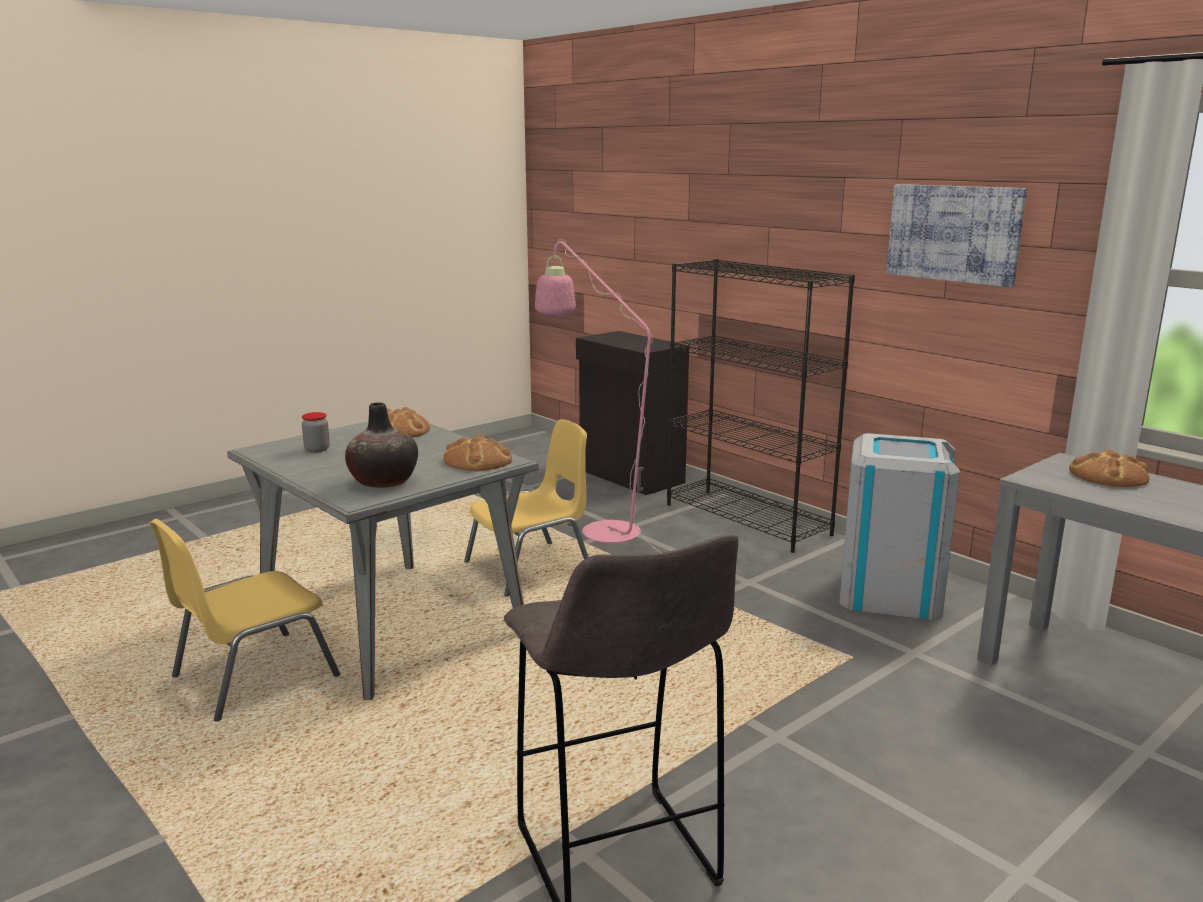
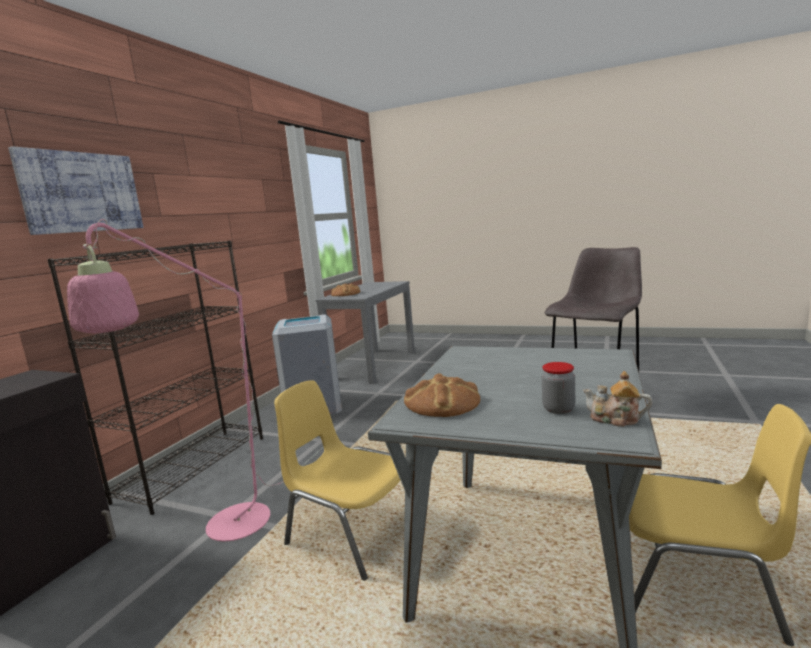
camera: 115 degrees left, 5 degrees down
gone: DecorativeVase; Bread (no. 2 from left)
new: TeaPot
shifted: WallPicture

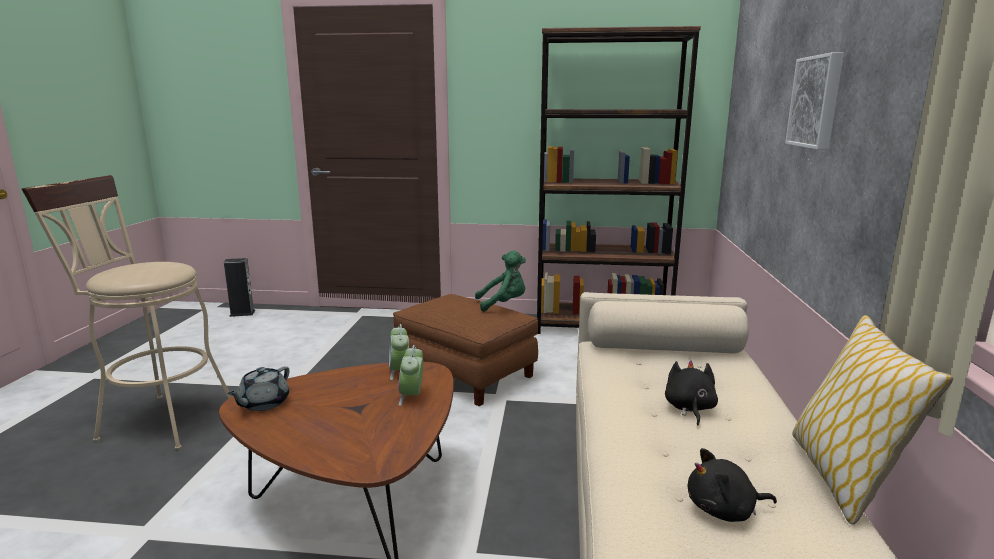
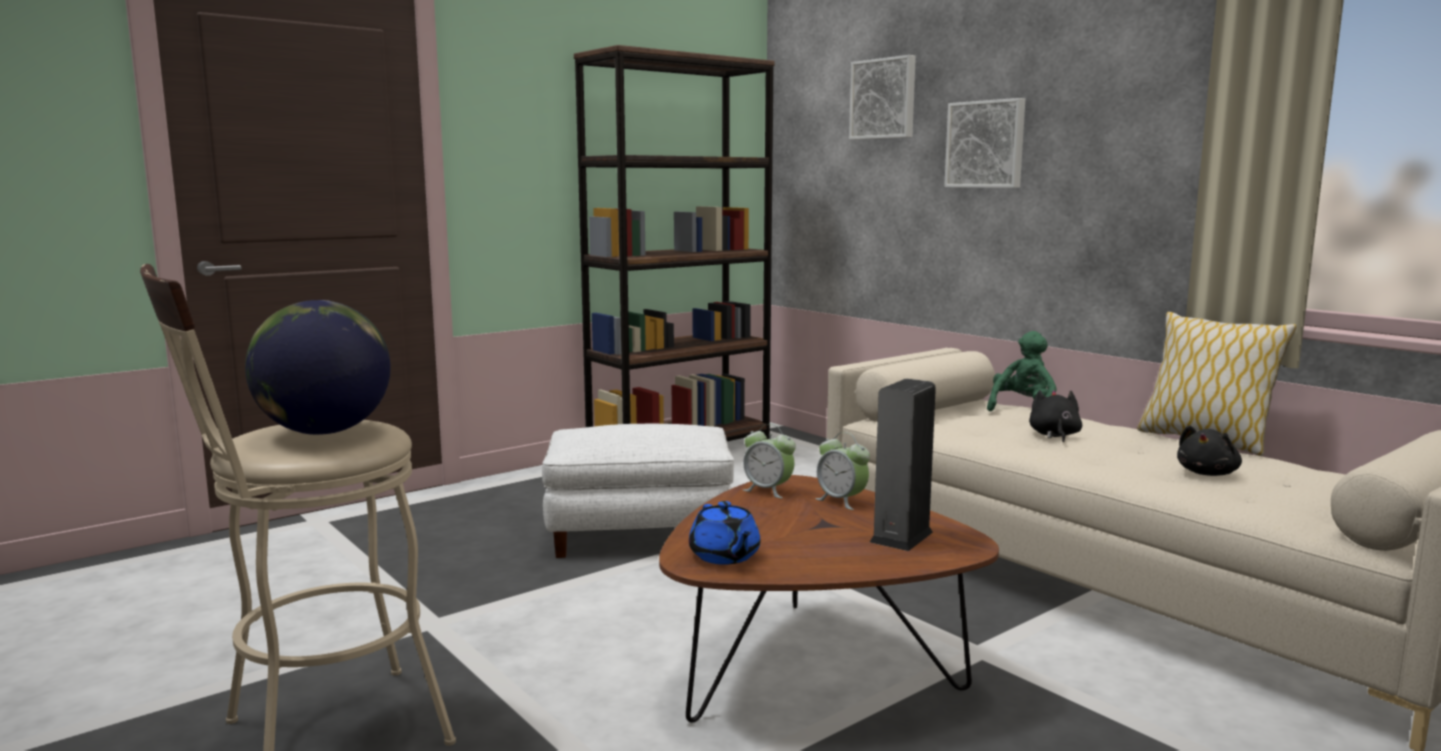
camera: 45 degrees left, 5 degrees down
new: Globe; WallPicture (no. 1 from left)
shifted: Speaker; GreenCuddlyToy
repainted: GreyTeaPot to BlueTeaPot; BrownColouredFootrest to WhiteFootrest
rotated: BlackCuddlyToy (no. 1 from left) 45 degrees clockwise

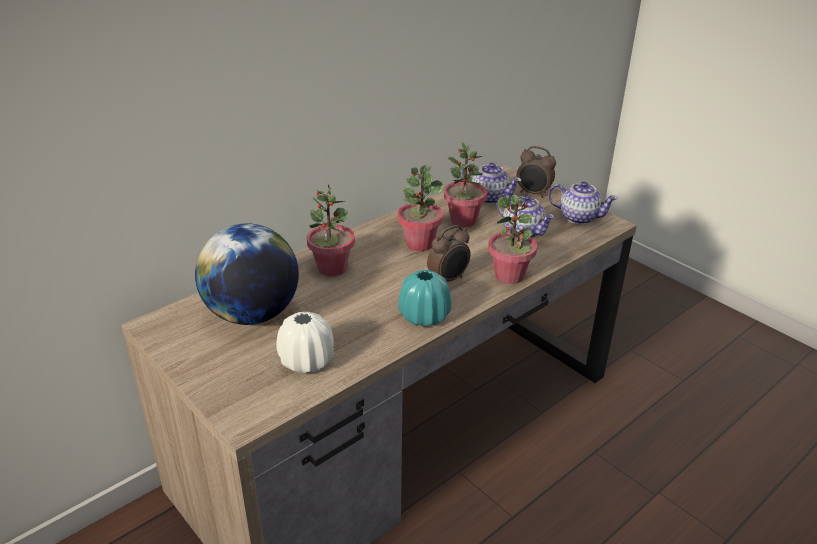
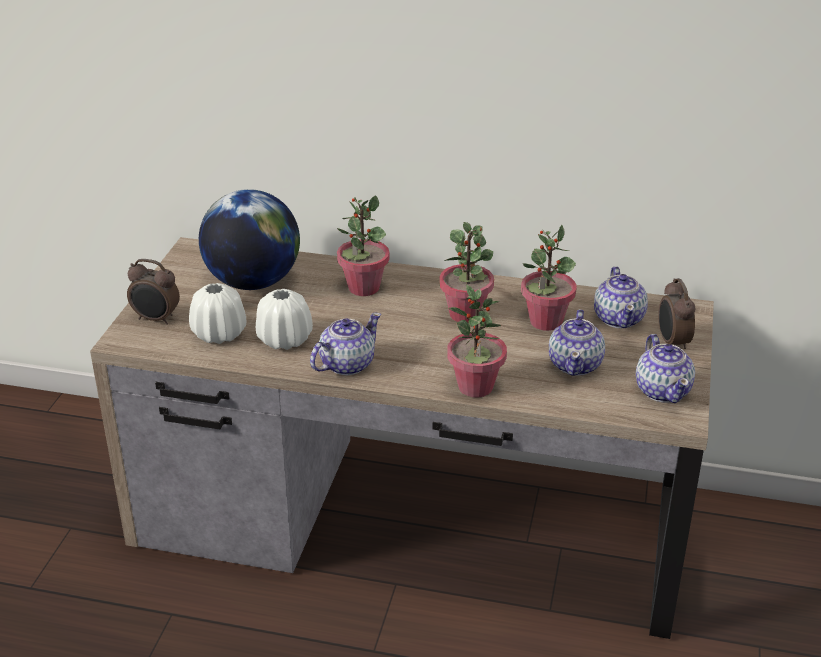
camera: 55 degrees right, 0 degrees up
new: WhiteDecorativeVase (no. 2 from left)
shifted: AlarmClock (no. 1 from left)
swapped: TurquoiseDecorativeVase to TeaPot (no. 1 from left)

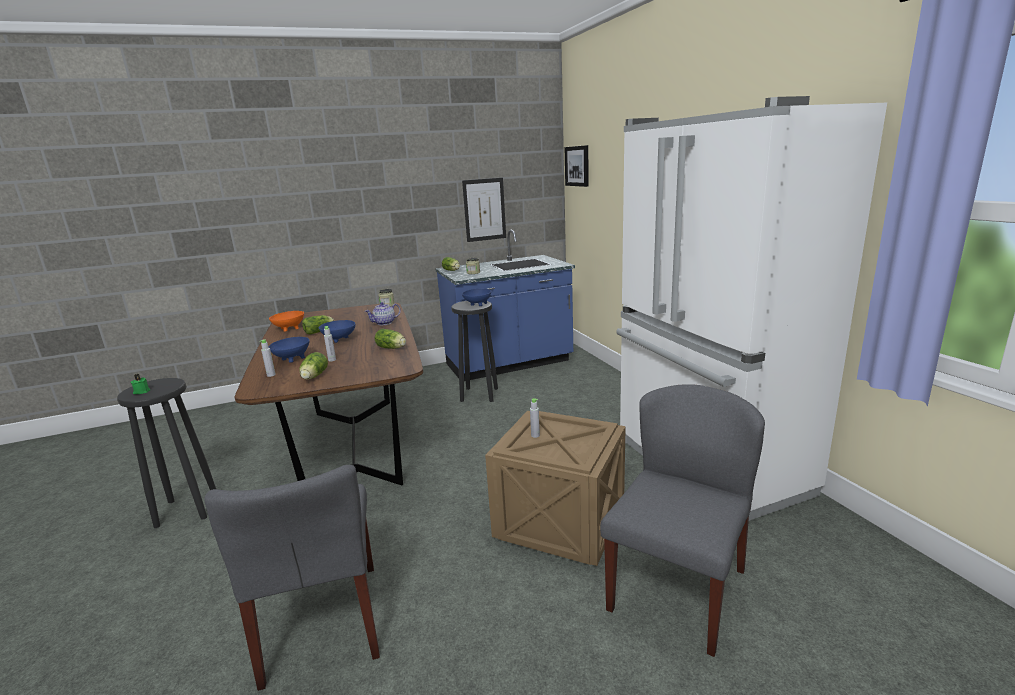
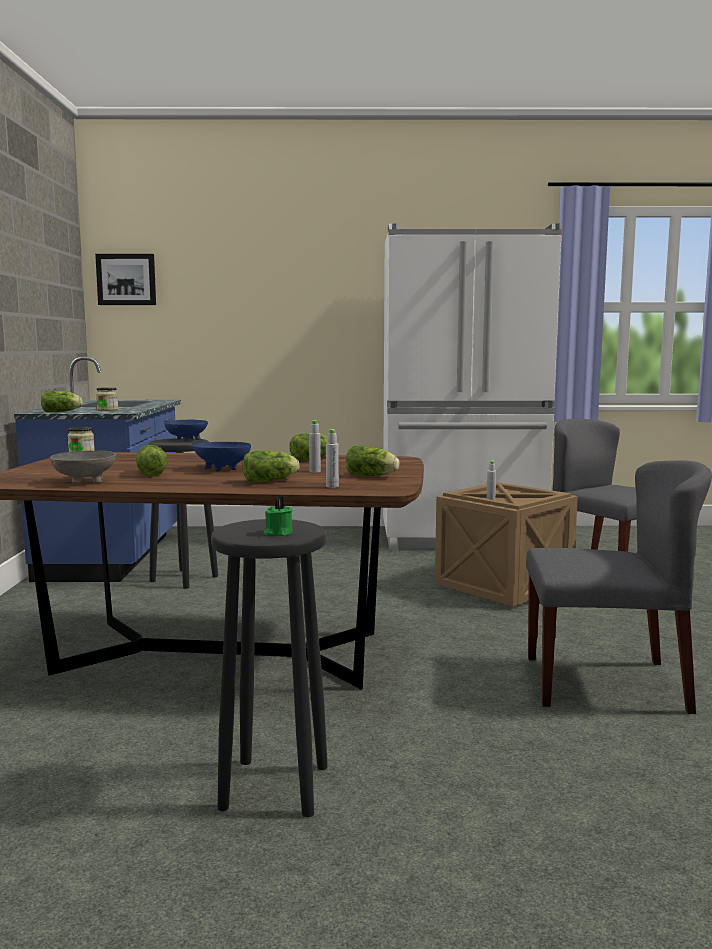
camera: 70 degrees left, 10 degrees down
gone: TeaPot; WallPicture (no. 1 from left)
swapped: BlueBowl (no. 1 from left) to LettuceHead (no. 3 from left)
repainted: OrangeColouredBowl to GreyBowl

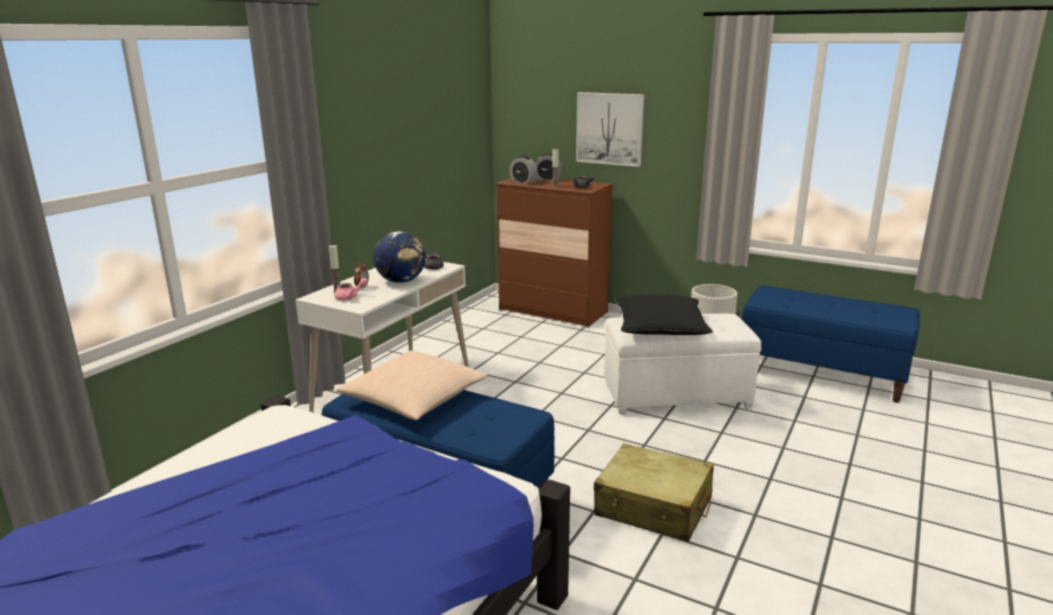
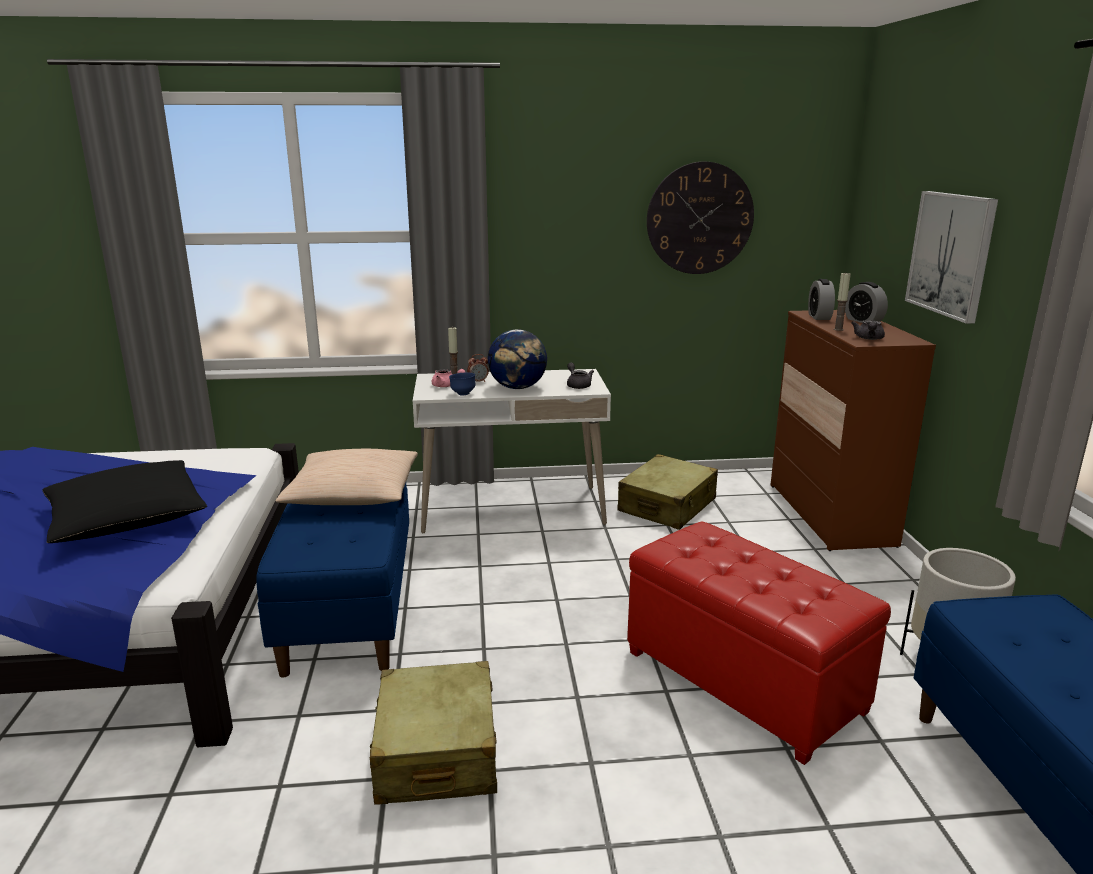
camera: 55 degrees right, 0 degrees up
new: BlueBowl; SandColouredSuitcase (no. 2 from left); WallClock
shifted: BlackThrowPillow
repainted: WhiteFootrest to RedFootrest

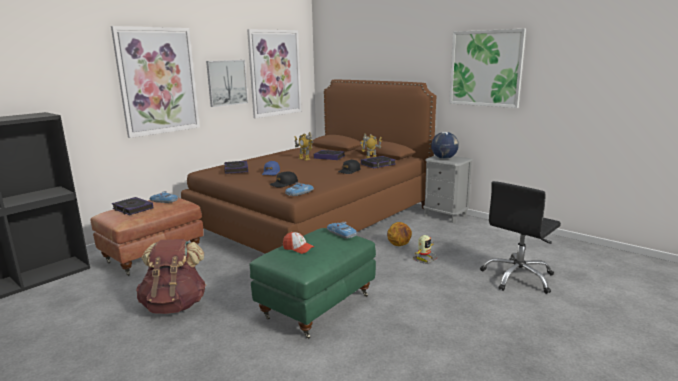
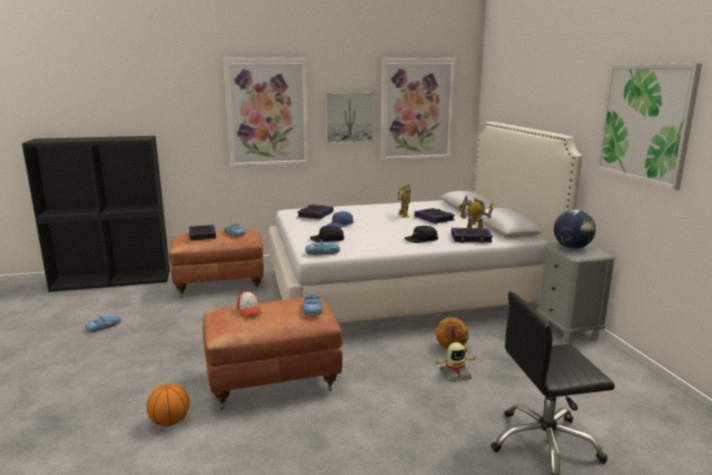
camera: 35 degrees right, 0 degrees up
gone: BrownColouredBackpack
new: MiniatureCar (no. 1 from left); BasketballBall (no. 1 from left)
repainted: BrownColouredSleepingBed to WhiteSleepingBed; GreenFootrest to BrownColouredFootrest (no. 2 from left)

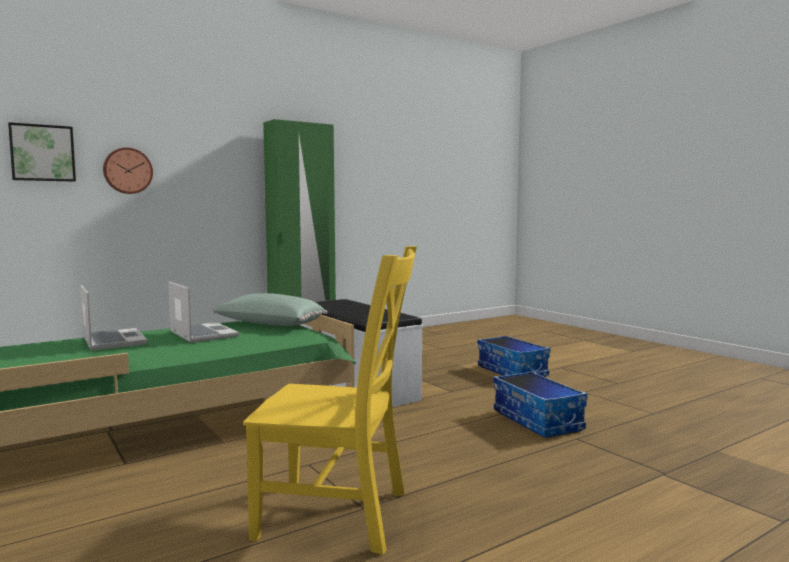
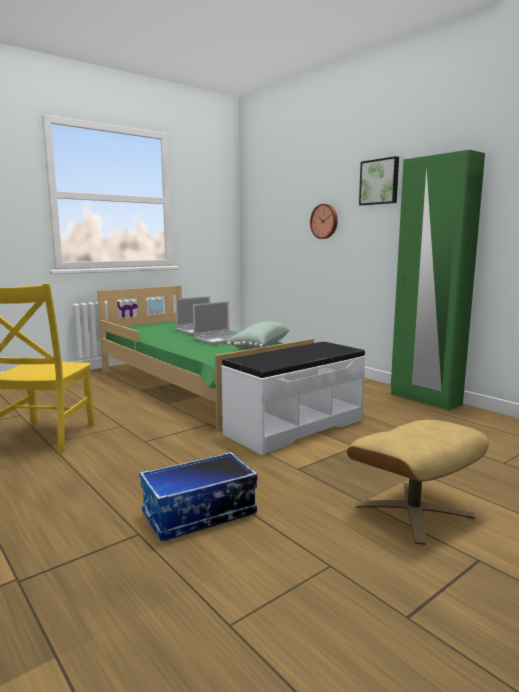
camera: 85 degrees right, 5 degrees up
shifted: WallPicture
swapped: StorageBin (no. 1 from left) to SandColouredFootrest

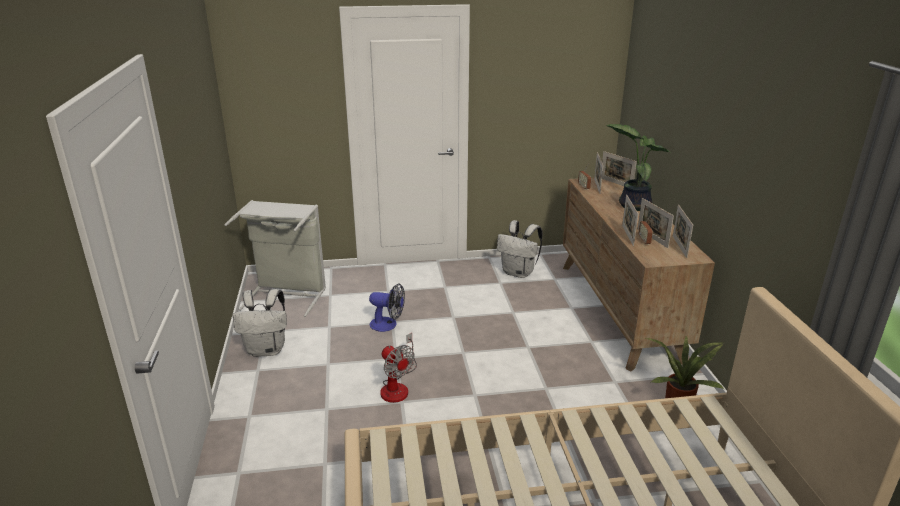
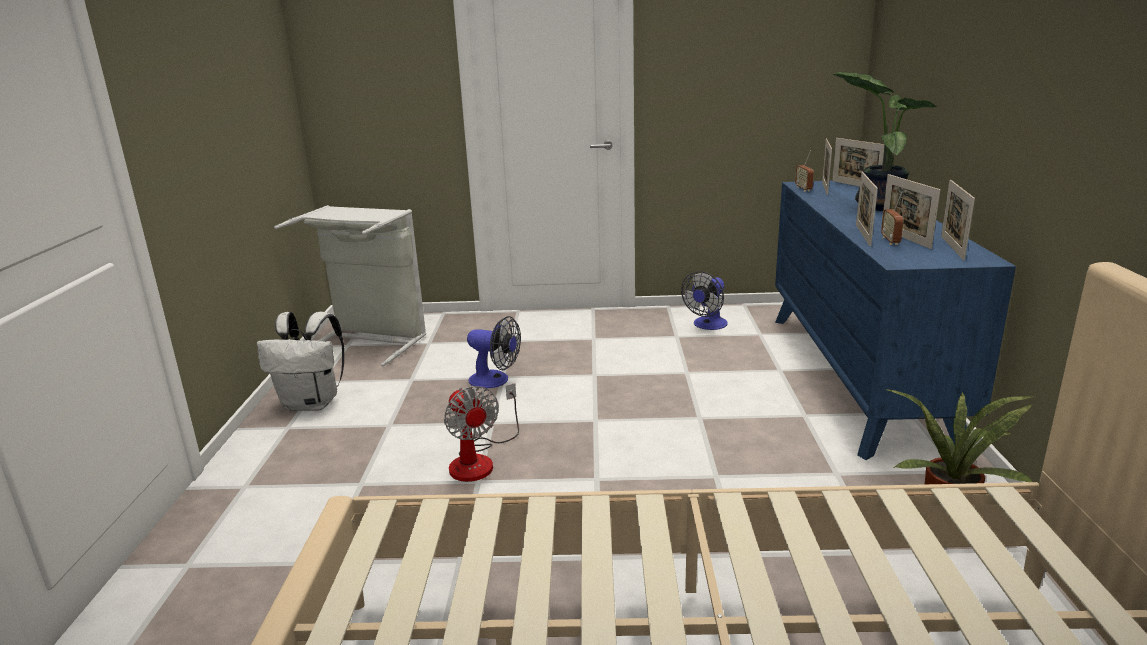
camera: 10 degrees right, 5 degrees down
swapped: WhiteBackpack (no. 2 from left) to CoolingFan (no. 3 from left)
repainted: BrownColouredDrawerChest to BlueDrawerChest

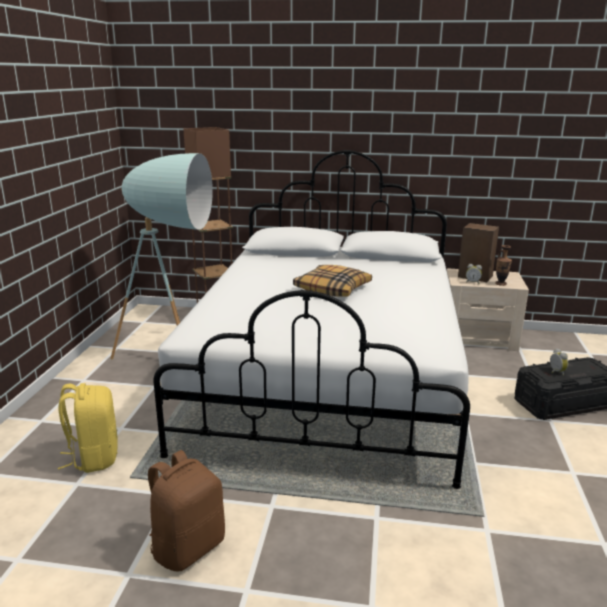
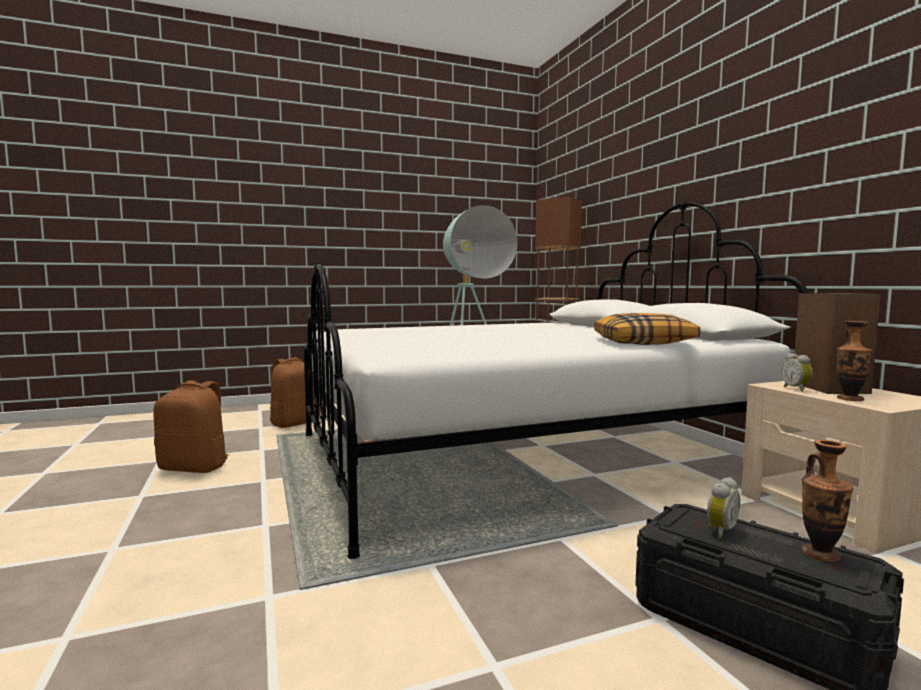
camera: 60 degrees right, 15 degrees down
new: DecorativeVase (no. 1 from left)
shifted: ThrowPillow
repainted: YellowBackpack to BrownColouredBackpack (no. 2 from left)

